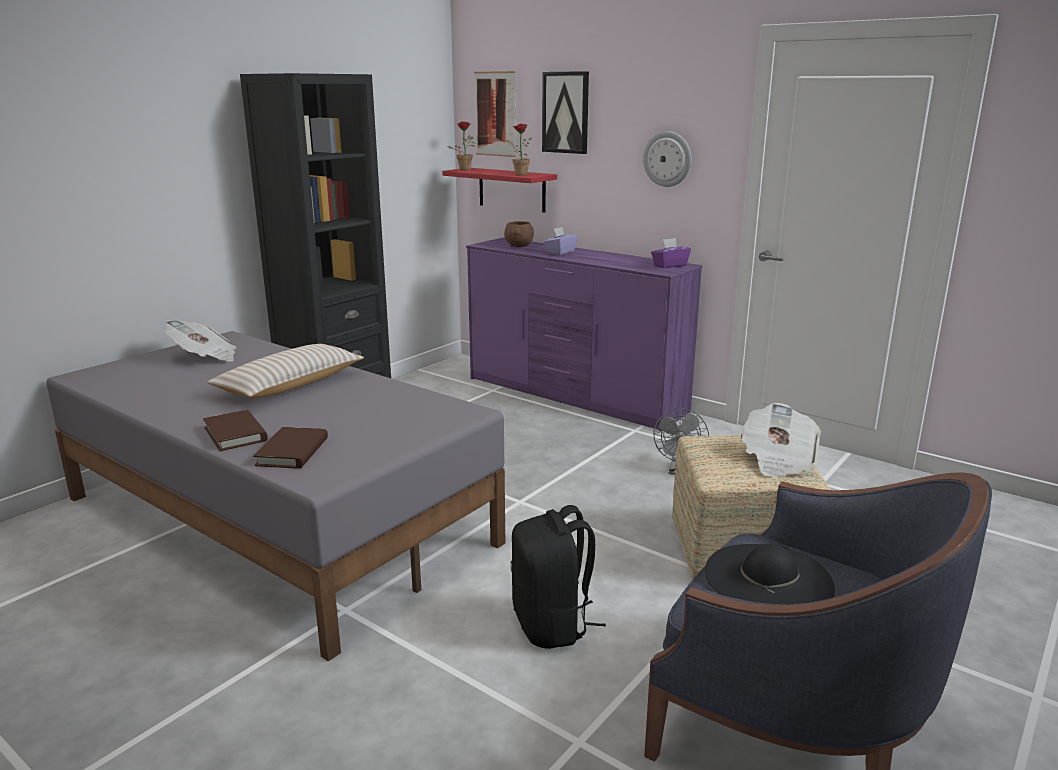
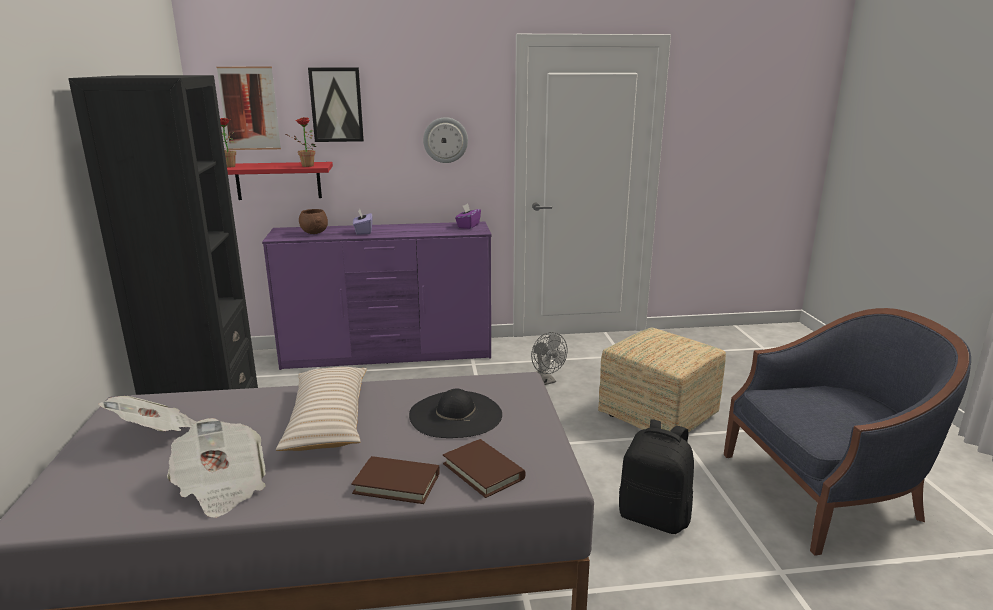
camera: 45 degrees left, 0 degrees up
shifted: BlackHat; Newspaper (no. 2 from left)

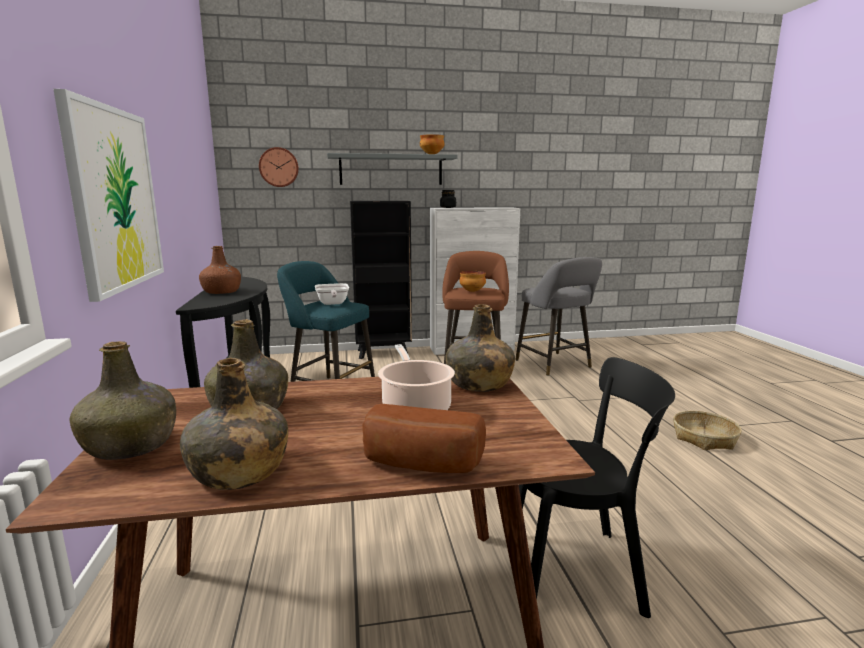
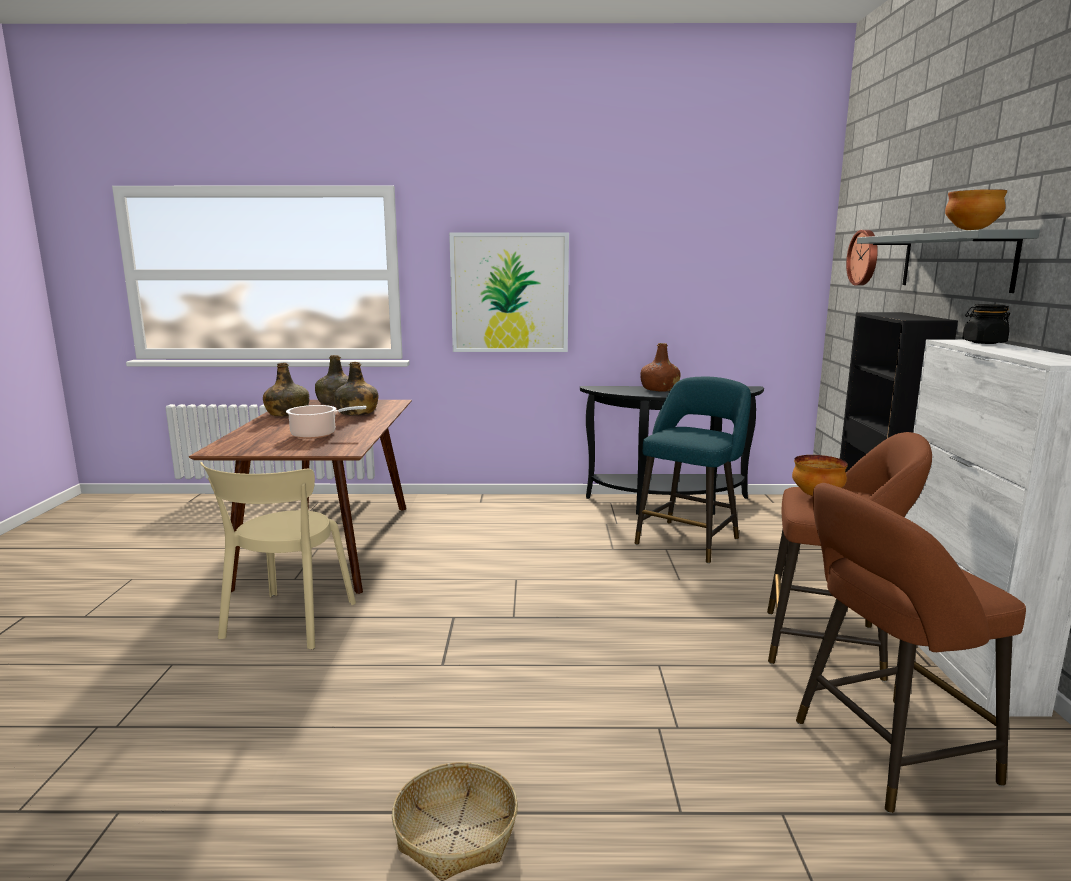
camera: 100 degrees right, 0 degrees up
gone: Pan; Bread; GreenBeverageBottle (no. 4 from left)
repainted: GreyStool to BrownColouredStool (no. 2 from left); BlackChair to SandColouredChair

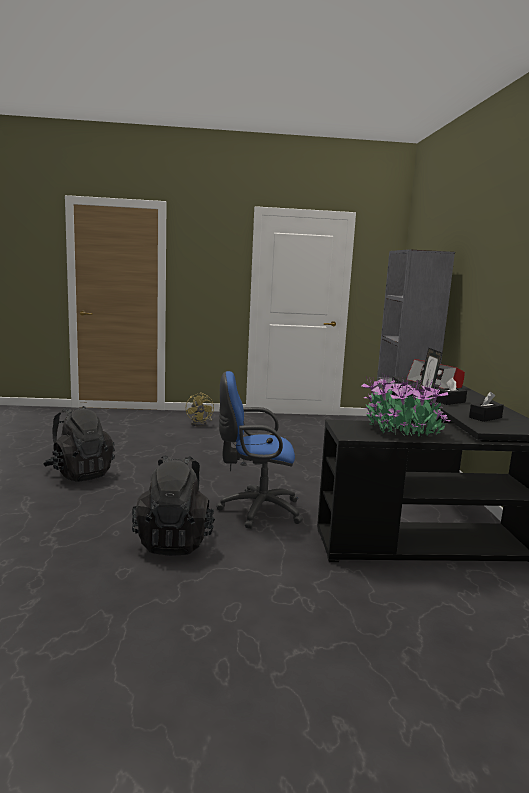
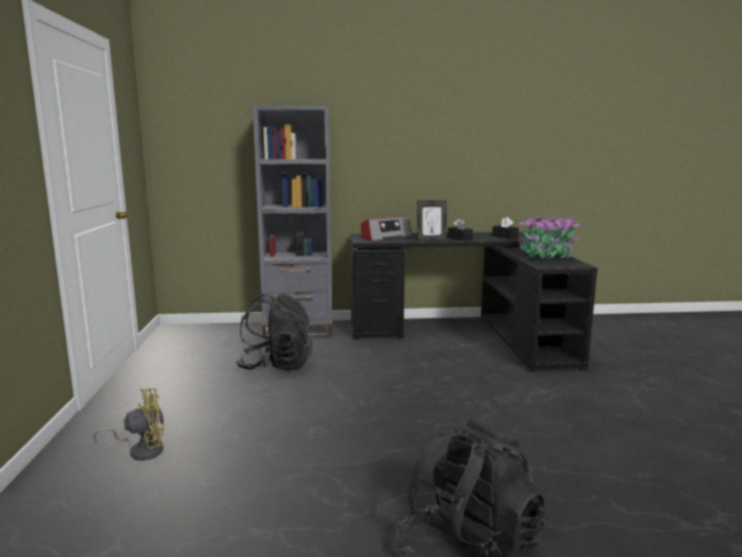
camera: 90 degrees left, 0 degrees up
gone: BlueOfficeChair
shifted: BlackBackpack (no. 2 from left in the first image) to BlackBackpack (no. 1 from left)

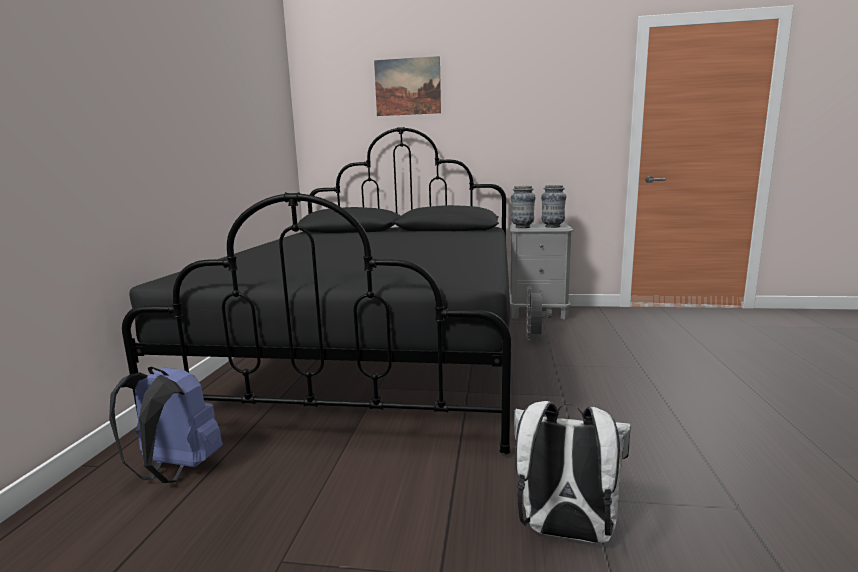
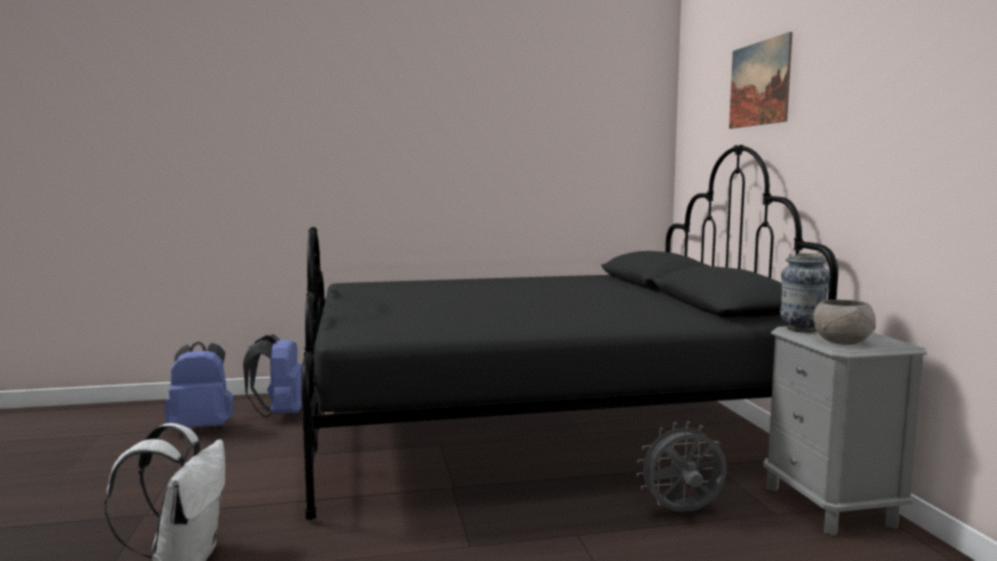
camera: 70 degrees right, 5 degrees down
new: BlueBackpack (no. 1 from left)
swapped: DecorativeVase (no. 2 from left) to GreyBowl

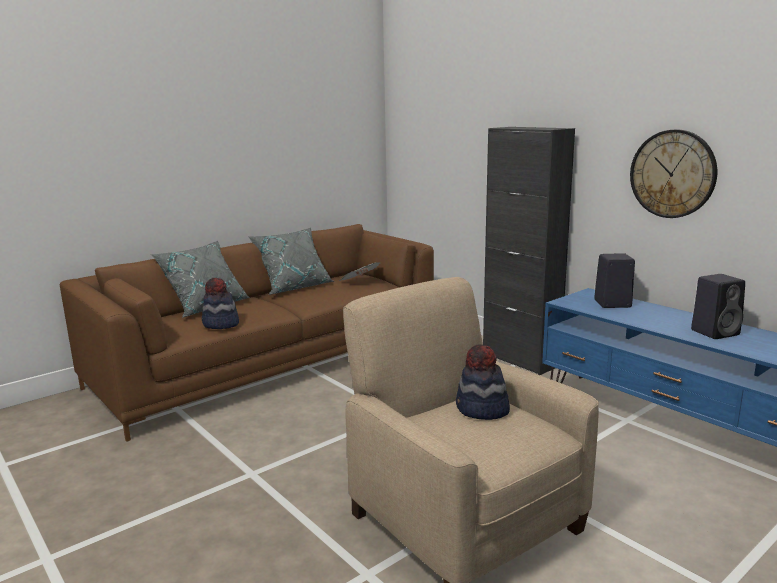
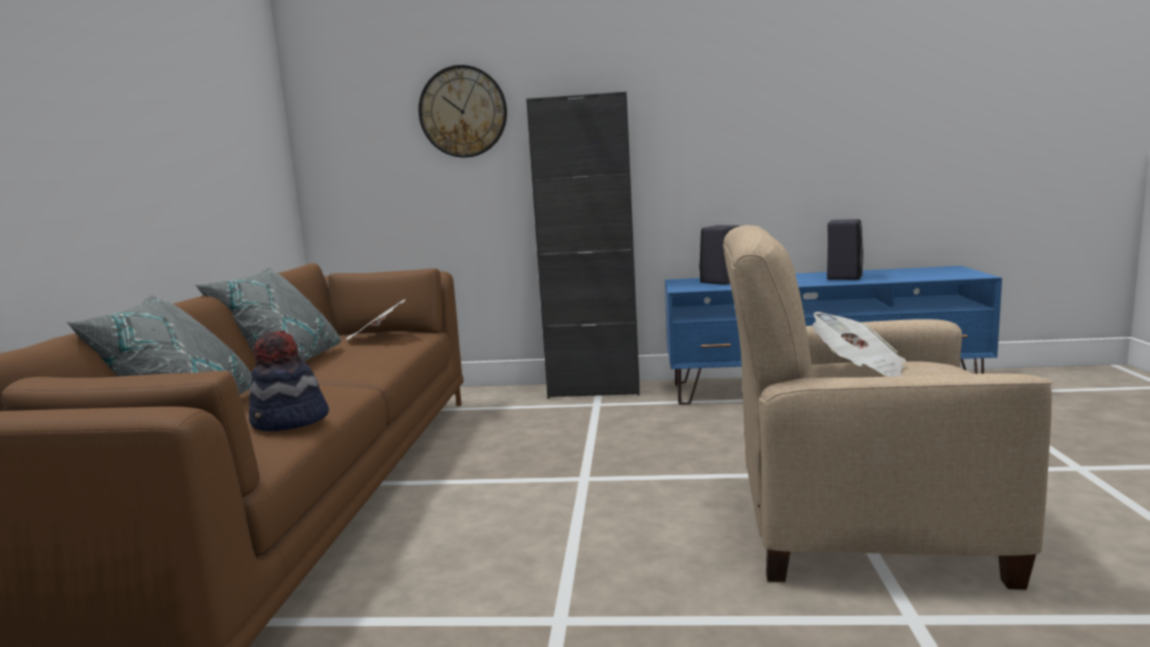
camera: 45 degrees left, 5 degrees down
shifted: WallClock
swapped: Hat (no. 2 from left) to Newspaper (no. 2 from left)

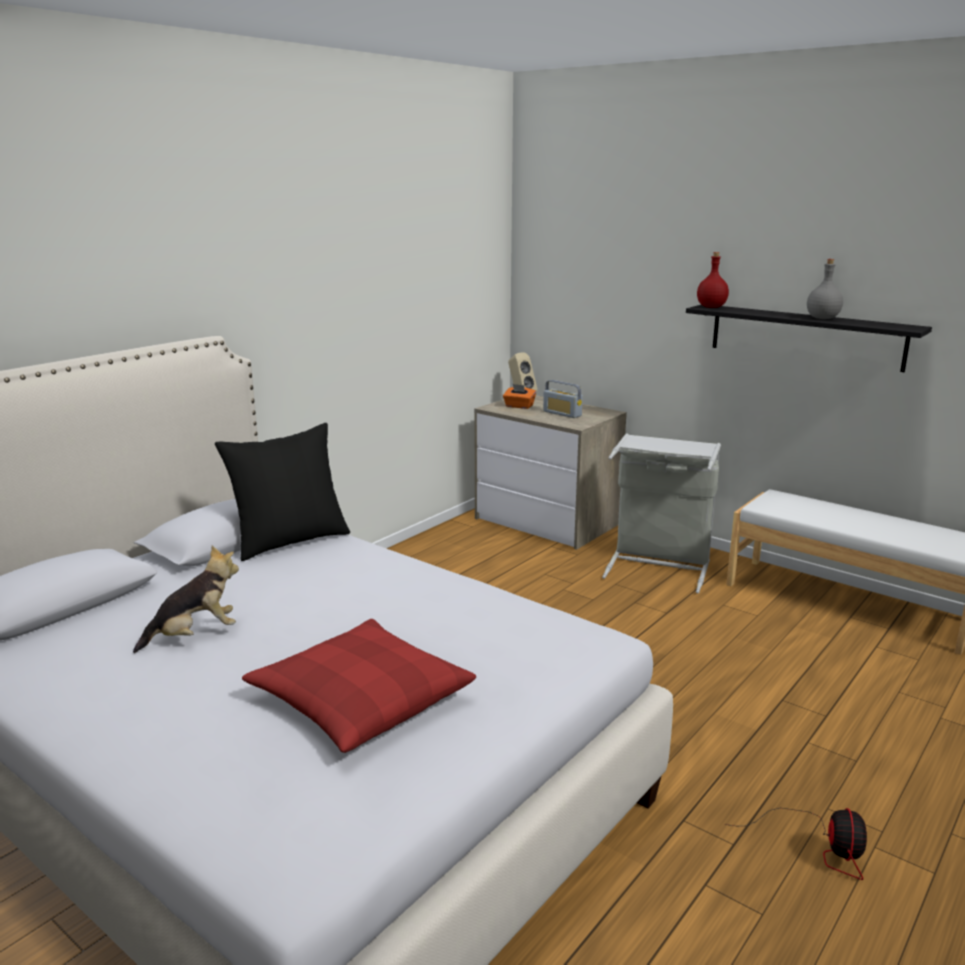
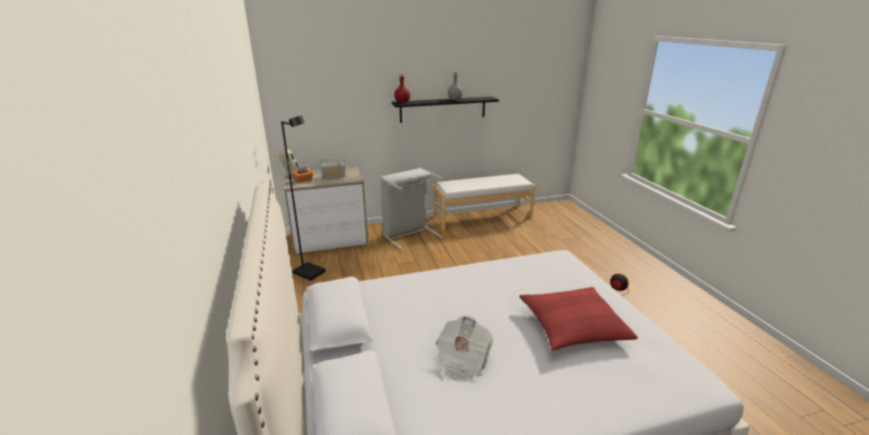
camera: 55 degrees left, 5 degrees up
gone: BlackThrowPillow
new: BlackStandardLamp
swapped: CuddlyToy to Newspaper

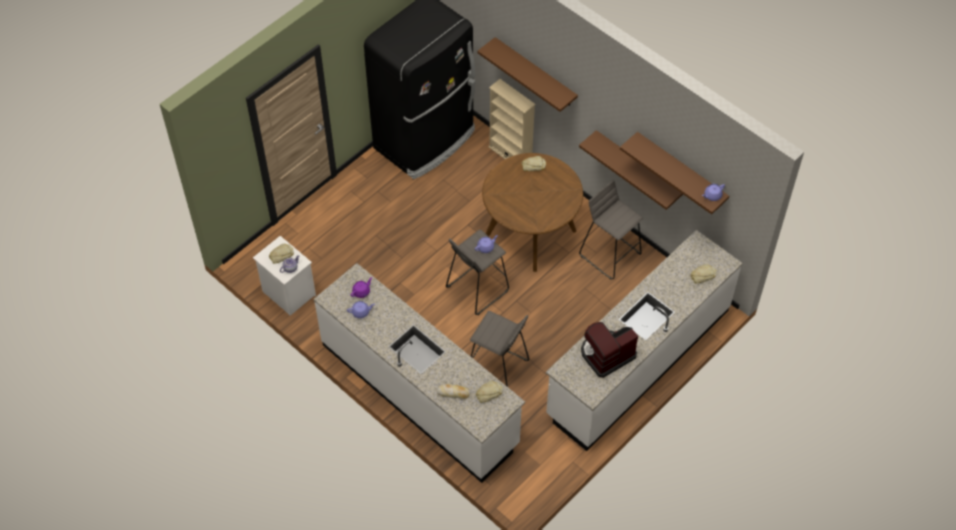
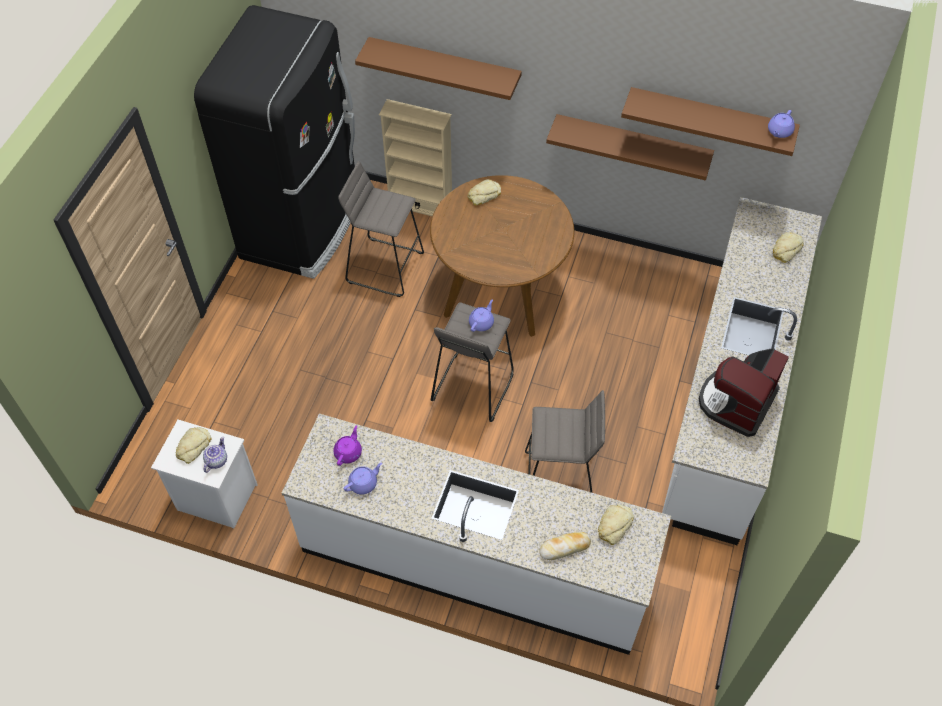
camera: 25 degrees left, 0 degrees up
shifted: GreyStool (no. 3 from left in the first image) to GreyStool (no. 1 from left)

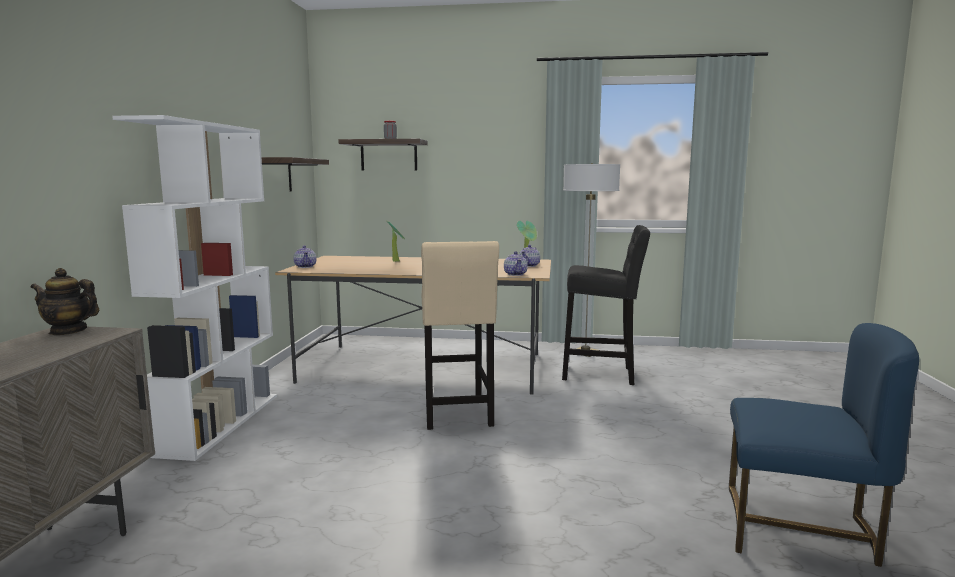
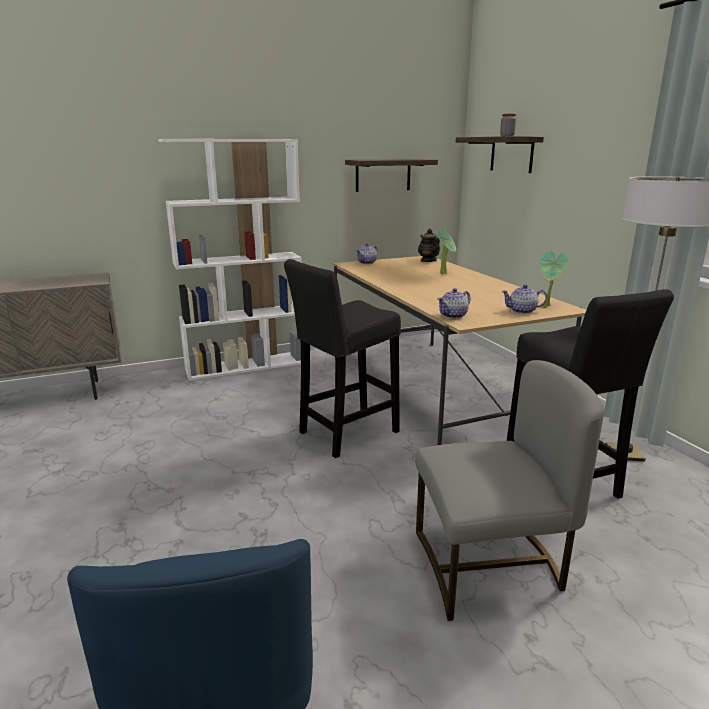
camera: 60 degrees right, 10 degrees up
new: GreyChair
shifted: TeaPot (no. 1 from left in the first image) to TeaPot (no. 2 from left)
repainted: SandColouredStool to BlackStool (no. 1 from left)

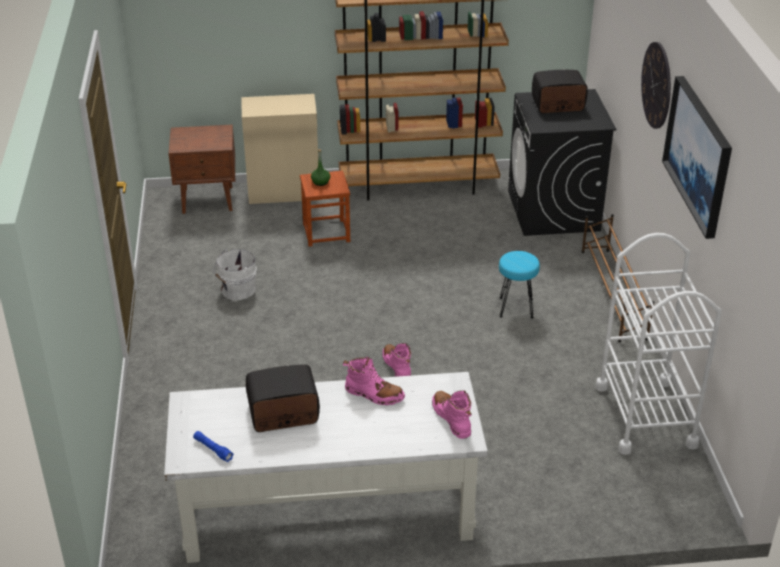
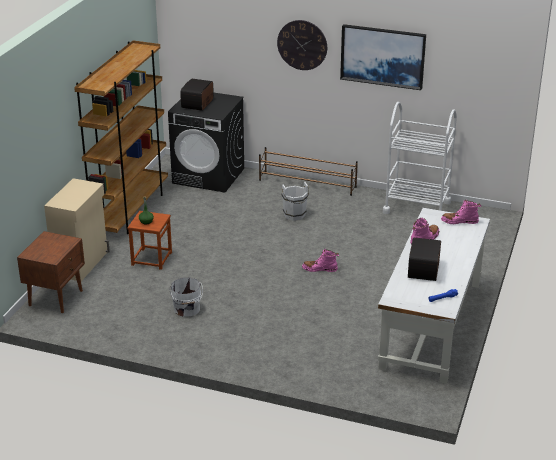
camera: 65 degrees left, 5 degrees down
swapped: TurquoiseStool to WhitePail (no. 2 from left)

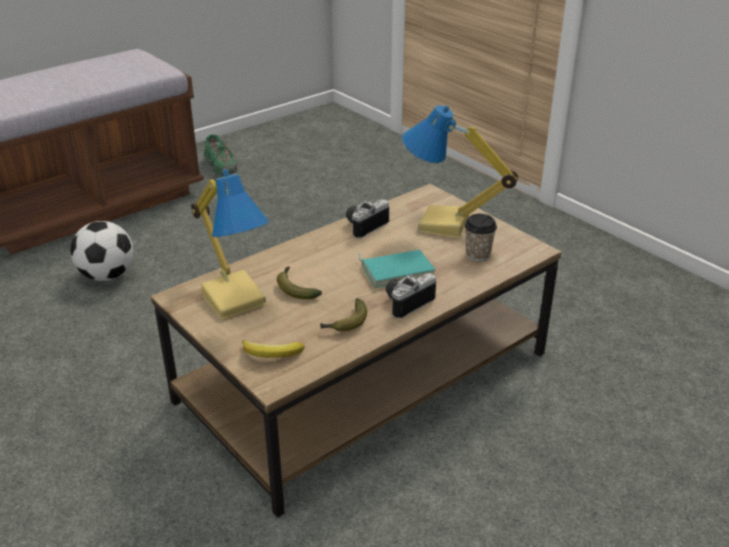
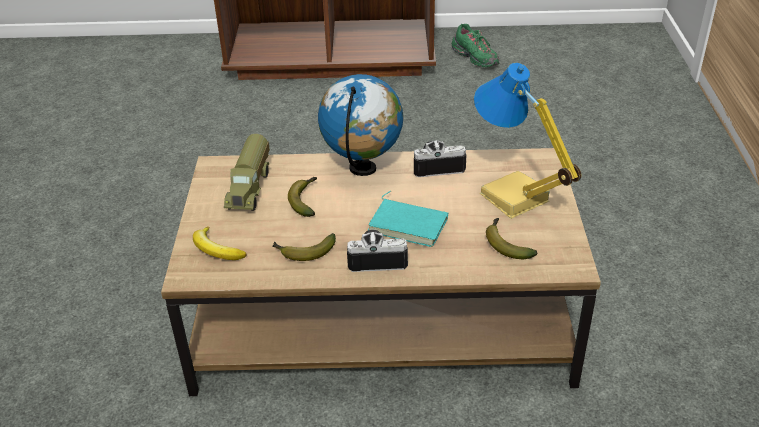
camera: 40 degrees right, 5 degrees up
gone: Football
new: Globe
swapped: TableLamp (no. 1 from left) to ModelTruck; Cup to Banana (no. 4 from left)
rotated: GreenShoe 45 degrees counterclockwise

